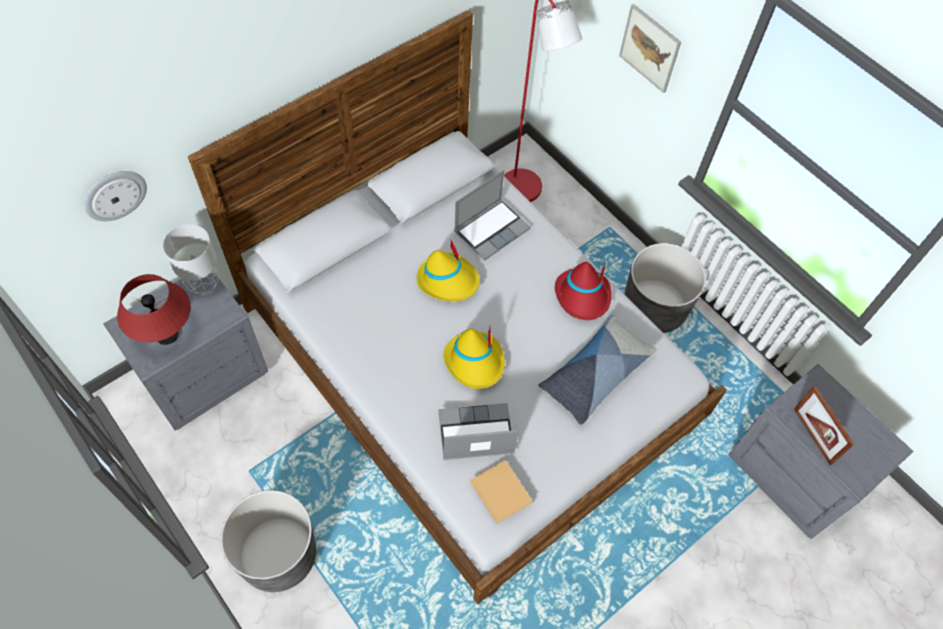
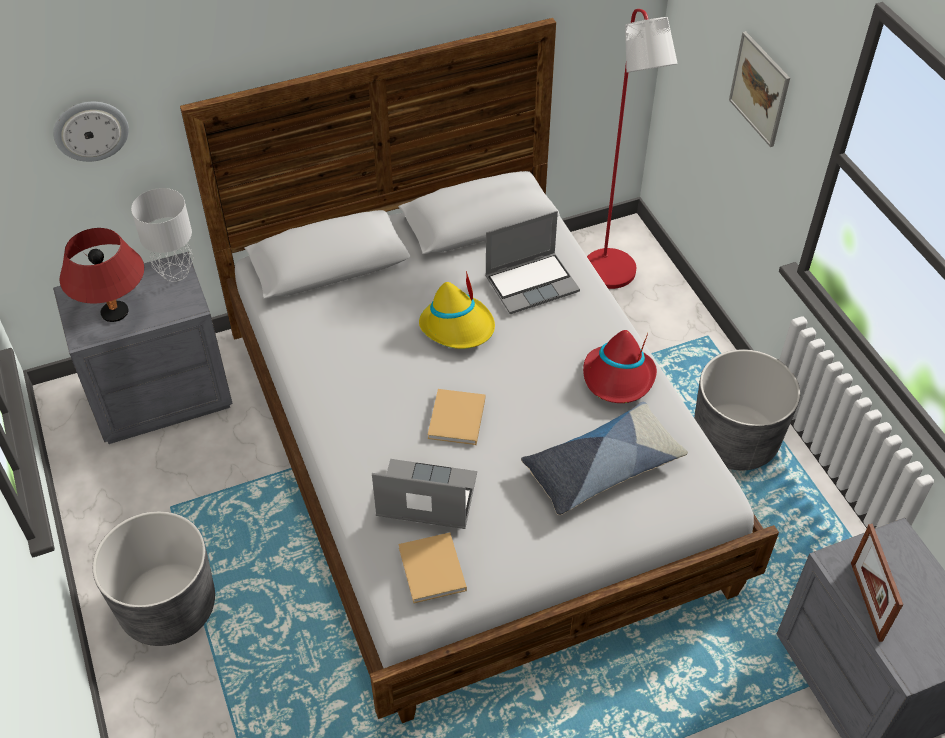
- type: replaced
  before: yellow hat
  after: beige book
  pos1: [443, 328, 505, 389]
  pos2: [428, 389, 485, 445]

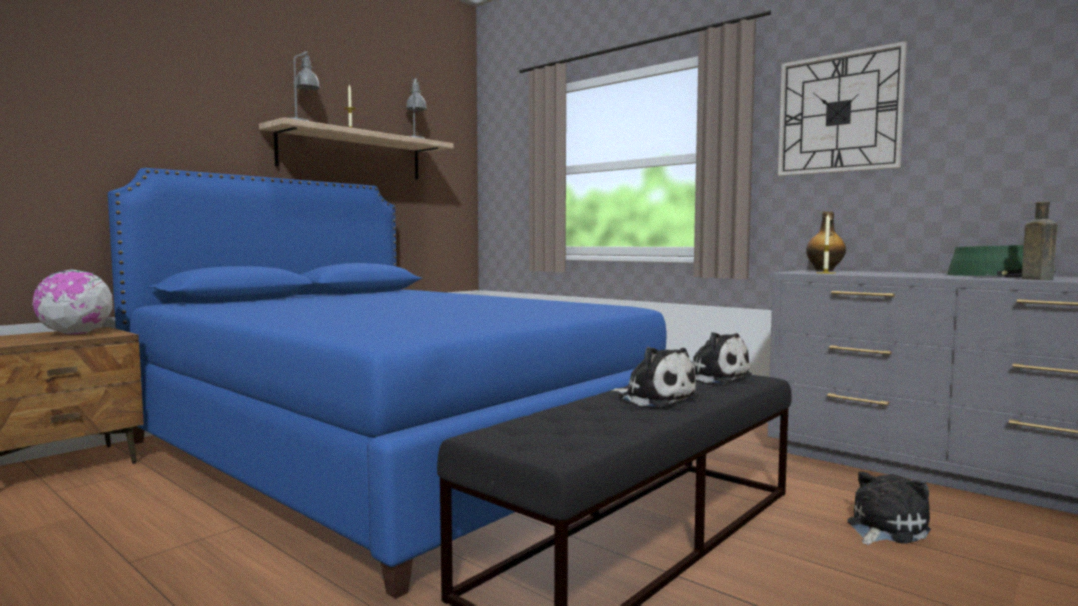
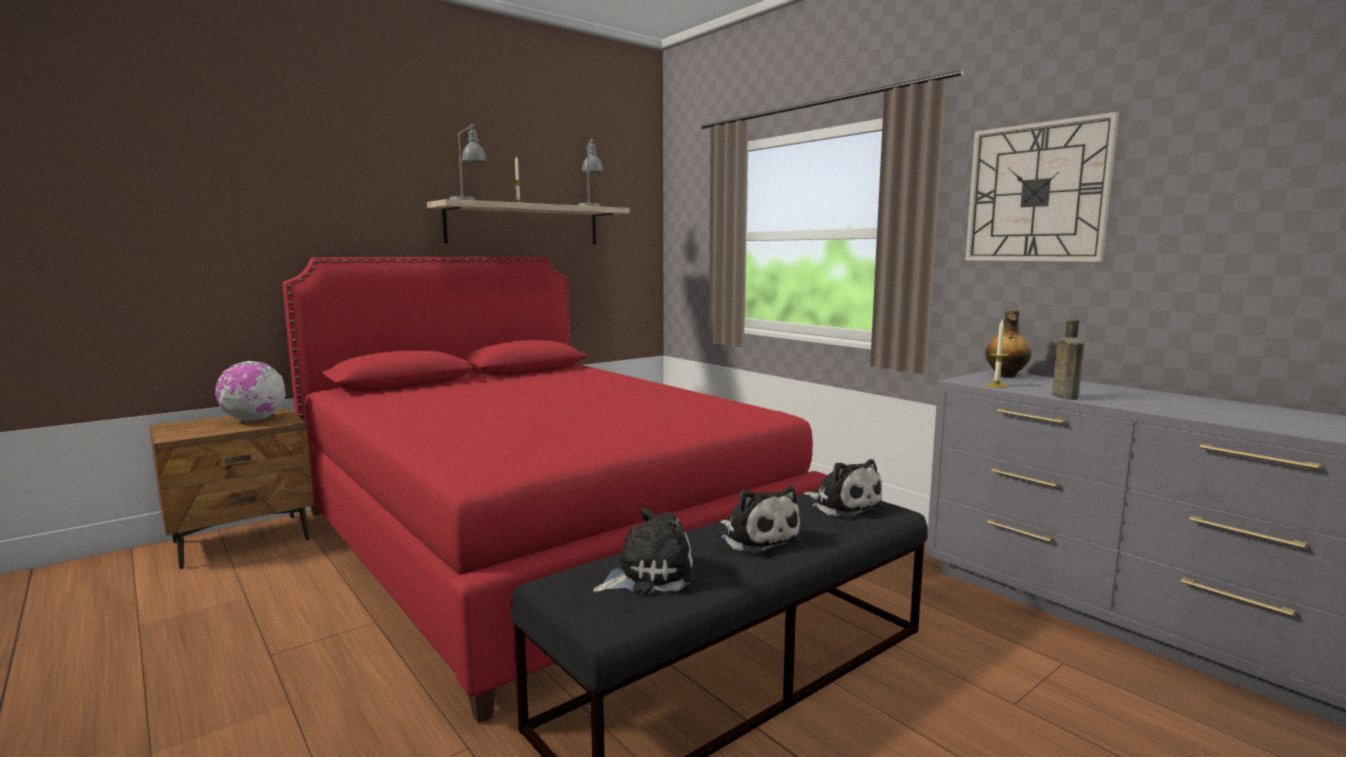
- type: recoloured
  before: blue bed
  after: red bed
  pos1: [108, 168, 667, 599]
  pos2: [282, 257, 828, 723]
- type: moved
  before: plush toy
  pos1: [847, 472, 931, 545]
  pos2: [593, 507, 698, 595]
- type: moved
  before: brown bottle
  pos1: [1022, 202, 1057, 280]
  pos2: [1052, 319, 1084, 400]
- type: removed
  before: green hat
  pos1: [947, 245, 1055, 277]

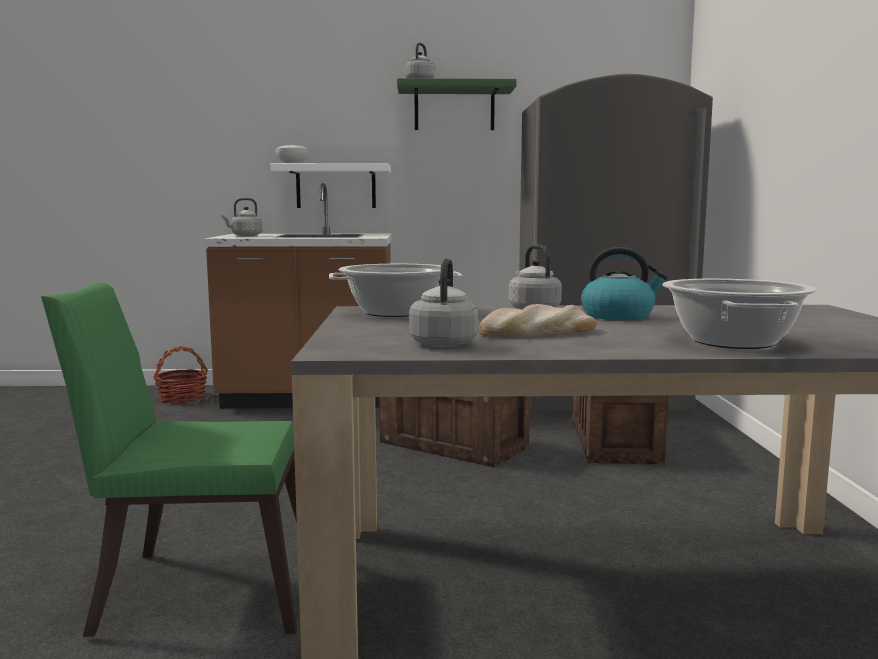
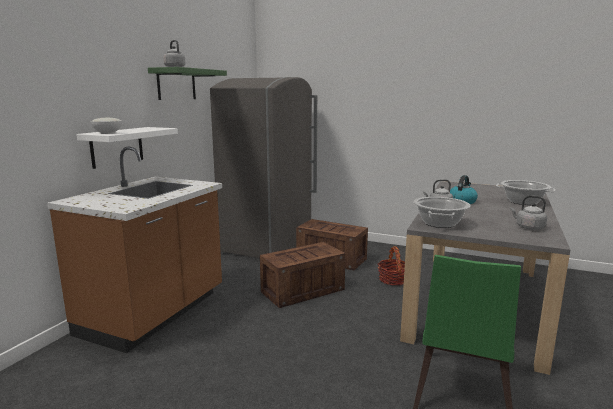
- type: moved
  before: basket
  pos1: [153, 346, 208, 403]
  pos2: [377, 246, 405, 286]
- type: removed
  before: grey kettle
  pos1: [221, 198, 262, 236]
- type: removed
  before: bread
  pos1: [479, 304, 597, 338]

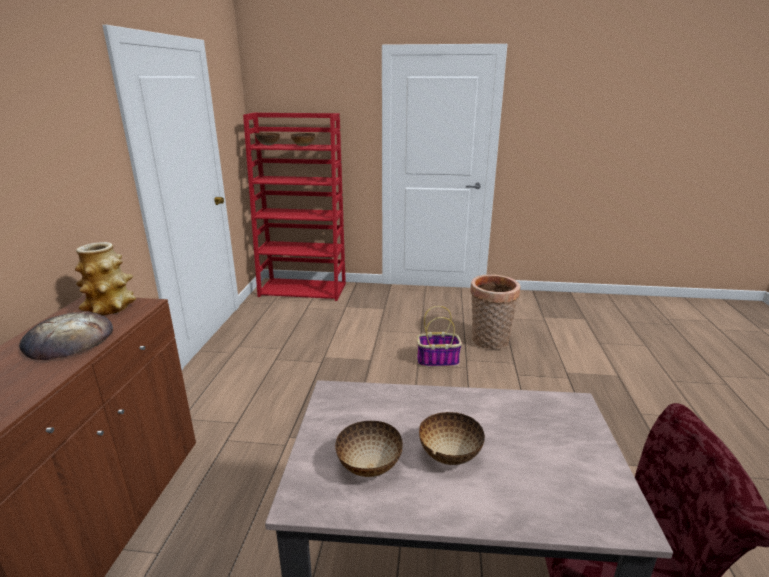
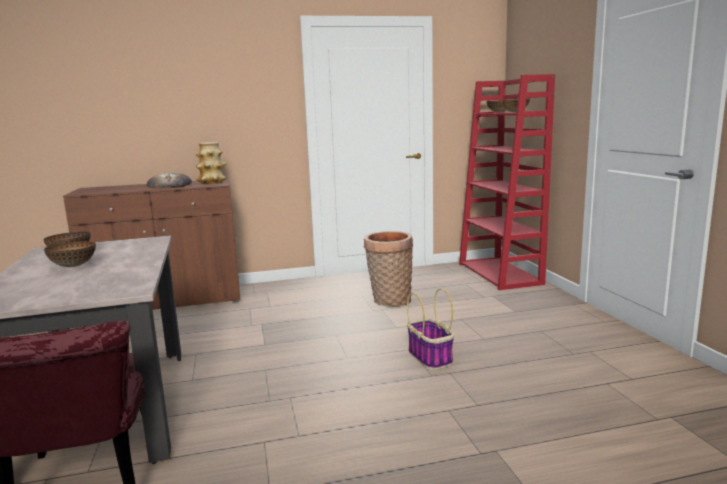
- type: moved
  before: basket
  pos1: [470, 274, 521, 350]
  pos2: [363, 231, 413, 307]

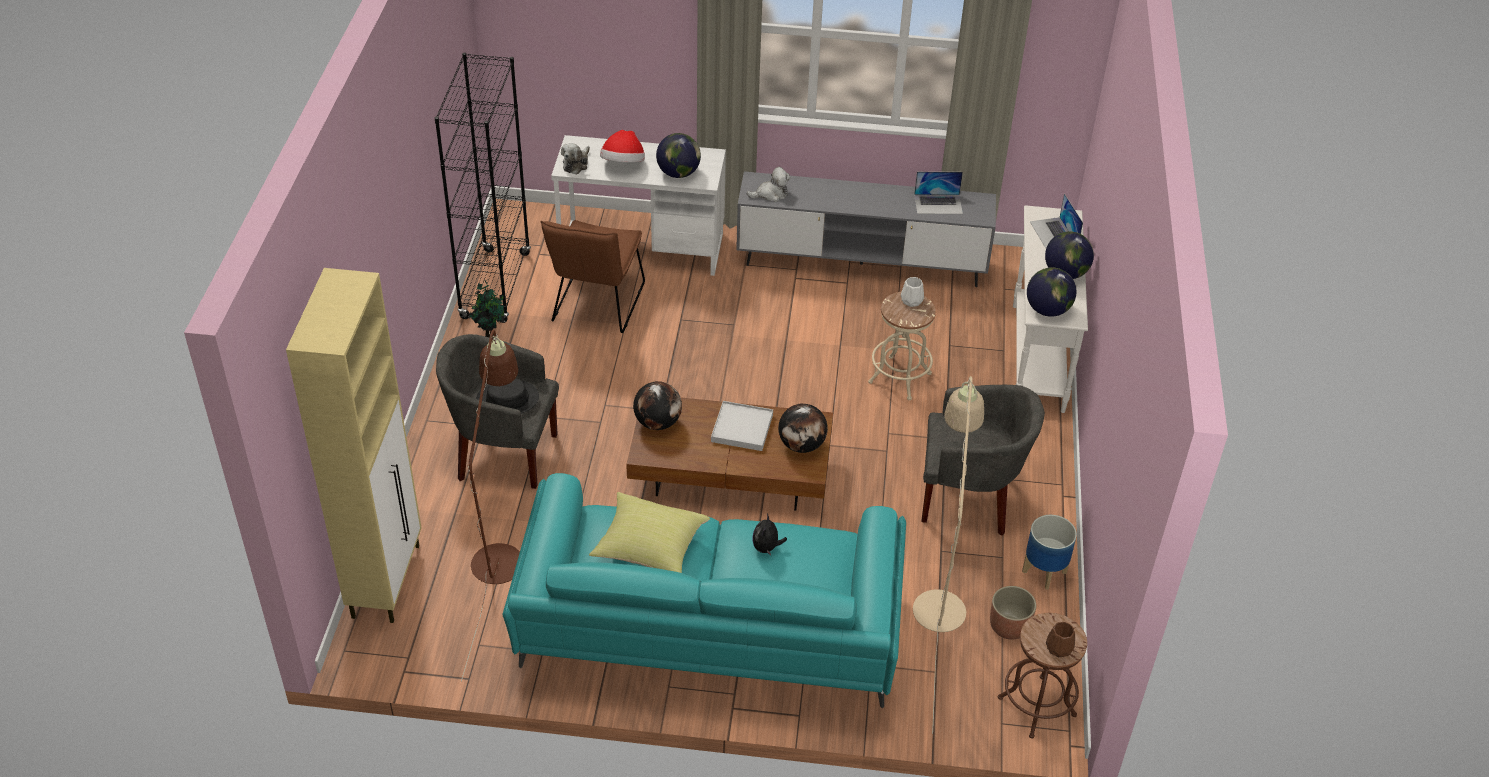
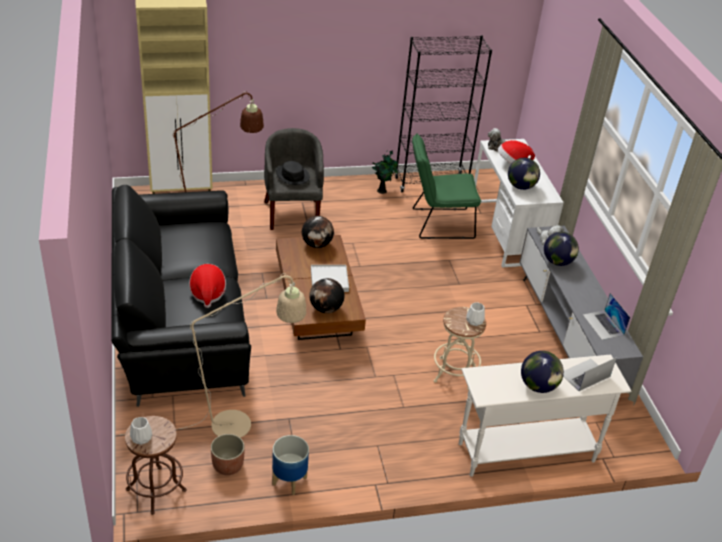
- type: recoloured
  before: turquoise sofa
  after: black sofa
  pos1: [503, 473, 906, 708]
  pos2: [111, 185, 251, 407]
- type: recoloured
  before: brown vase
  after: white vase
  pos1: [1046, 622, 1075, 657]
  pos2: [130, 417, 152, 445]
- type: replaced
  before: plush toy
  after: hat
  pos1: [752, 513, 787, 556]
  pos2: [189, 264, 226, 308]
- type: recoloured
  before: brown chair
  after: green chair
  pos1: [541, 220, 645, 333]
  pos2: [412, 133, 481, 239]
- type: moved
  before: globe
  pos1: [1027, 267, 1076, 317]
  pos2: [544, 232, 579, 266]
- type: removed
  before: yellow pillow
  pos1: [589, 492, 710, 573]
- type: removed
  before: grey armchair
  pos1: [921, 385, 1045, 536]

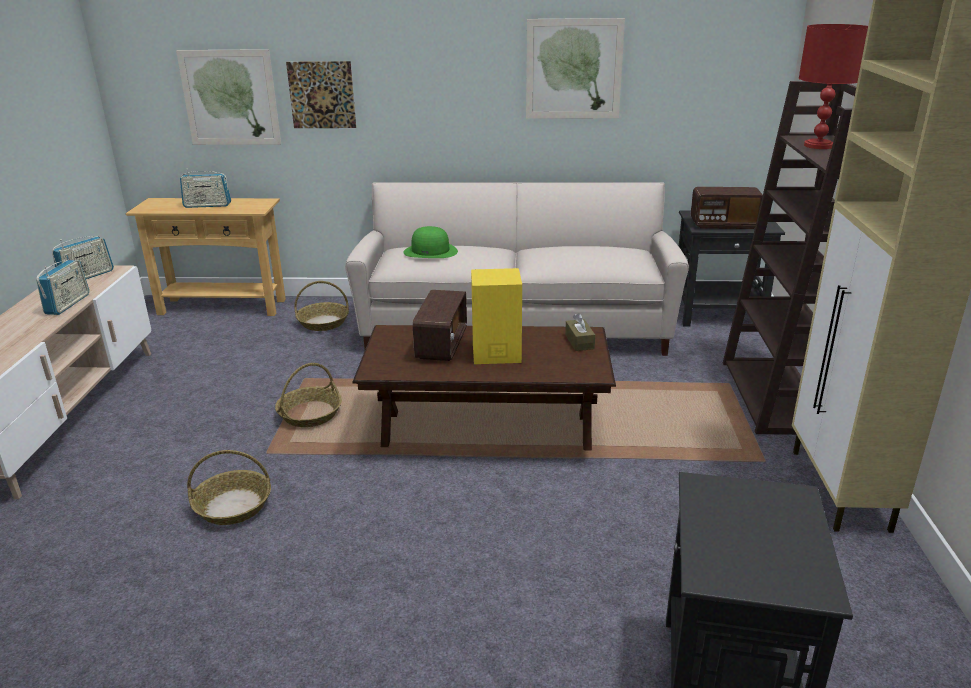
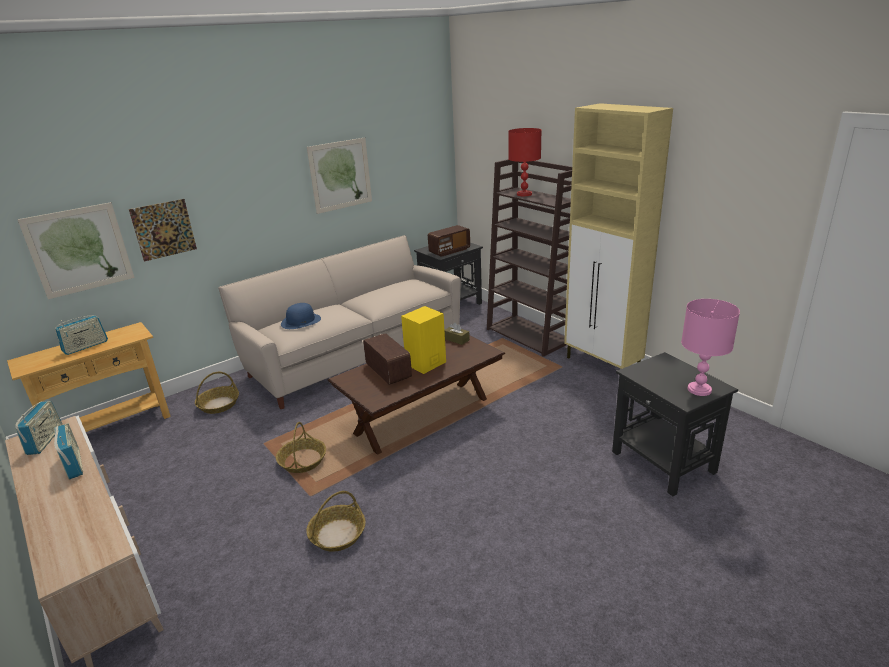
- type: recoloured
  before: green hat
  after: blue hat
  pos1: [403, 226, 458, 258]
  pos2: [281, 303, 321, 329]
- type: added
  after: pink table lamp
  pos2: [681, 299, 740, 396]

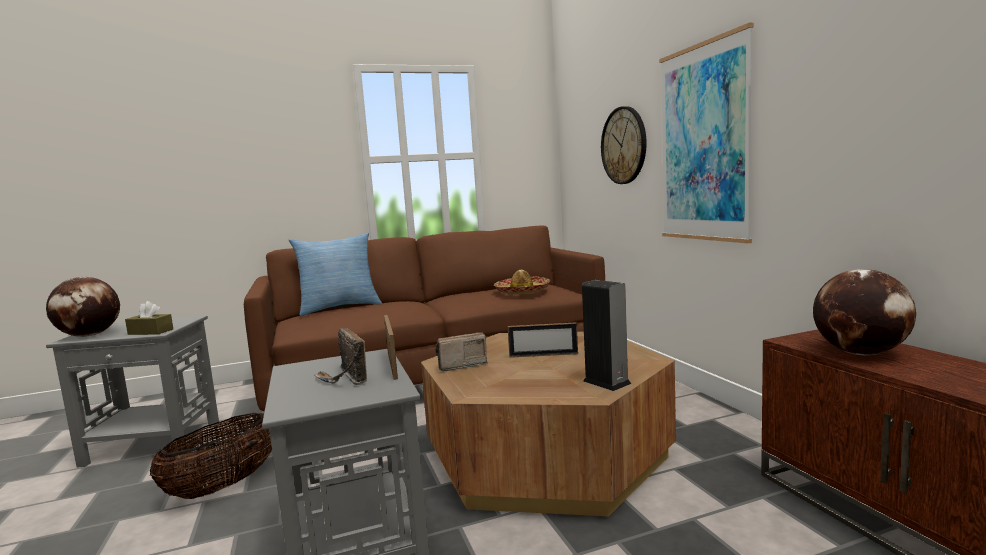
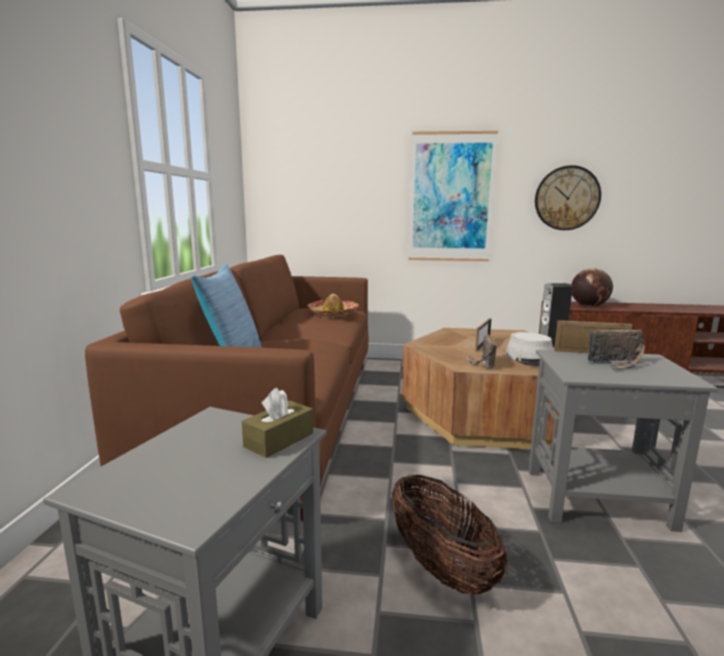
- type: added
  after: grey hat
  pos2: [505, 332, 554, 366]
- type: moved
  before: wall clock
  pos1: [601, 106, 647, 184]
  pos2: [535, 165, 601, 230]
- type: removed
  before: globe
  pos1: [46, 277, 120, 337]

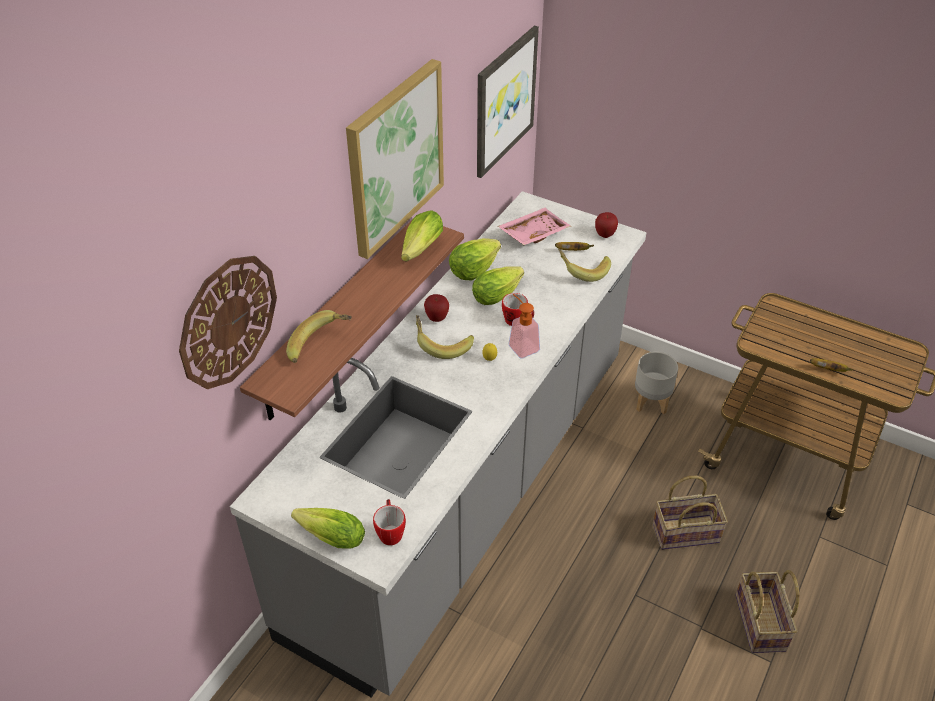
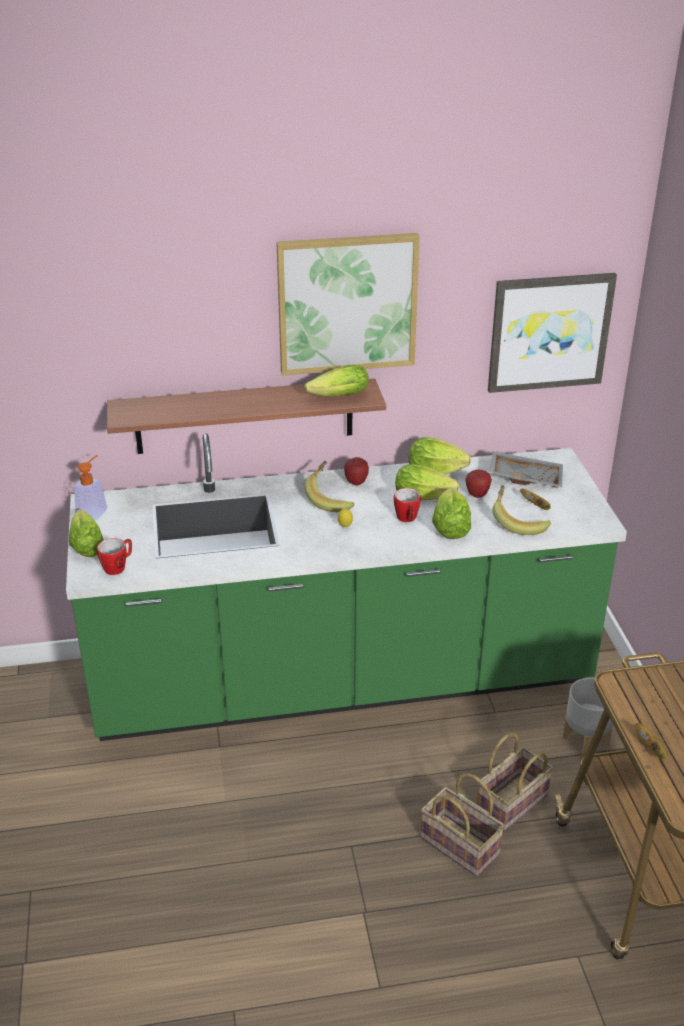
- type: recoloured
  before: grey counter
  after: green counter
  pos1: [230, 191, 647, 698]
  pos2: [66, 433, 627, 741]
- type: moved
  before: soap dispenser
  pos1: [509, 294, 540, 358]
  pos2: [74, 455, 107, 520]
- type: added
  after: lettuce
  pos2: [432, 488, 471, 539]
- type: moved
  before: apple
  pos1: [595, 212, 618, 238]
  pos2: [465, 469, 492, 498]
- type: moved
  before: basket
  pos1: [735, 570, 799, 653]
  pos2: [477, 733, 553, 831]
- type: recoloured
  before: pink tray
  after: grey tray
  pos1: [498, 208, 571, 245]
  pos2: [490, 451, 563, 488]
- type: removed
  before: wall clock
  pos1: [179, 256, 277, 389]
- type: removed
  before: banana
  pos1: [286, 310, 352, 363]

